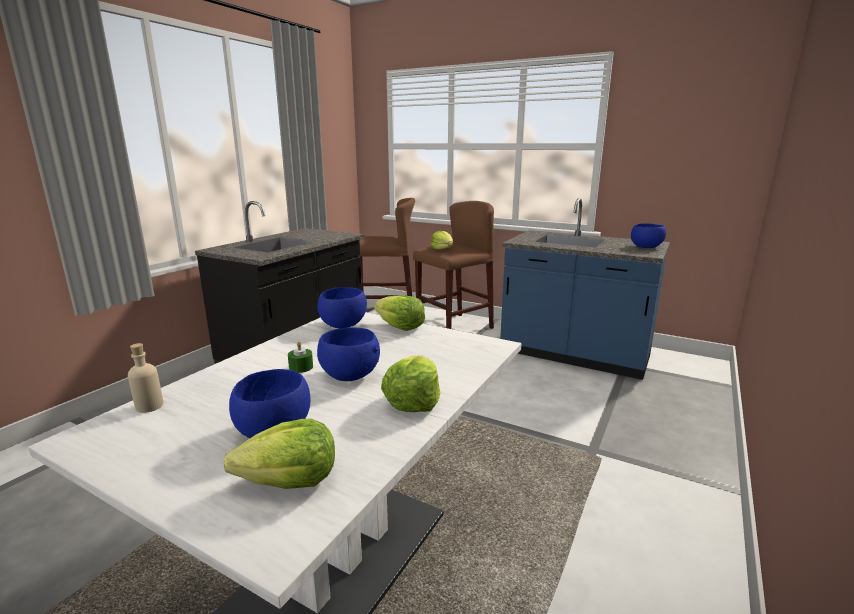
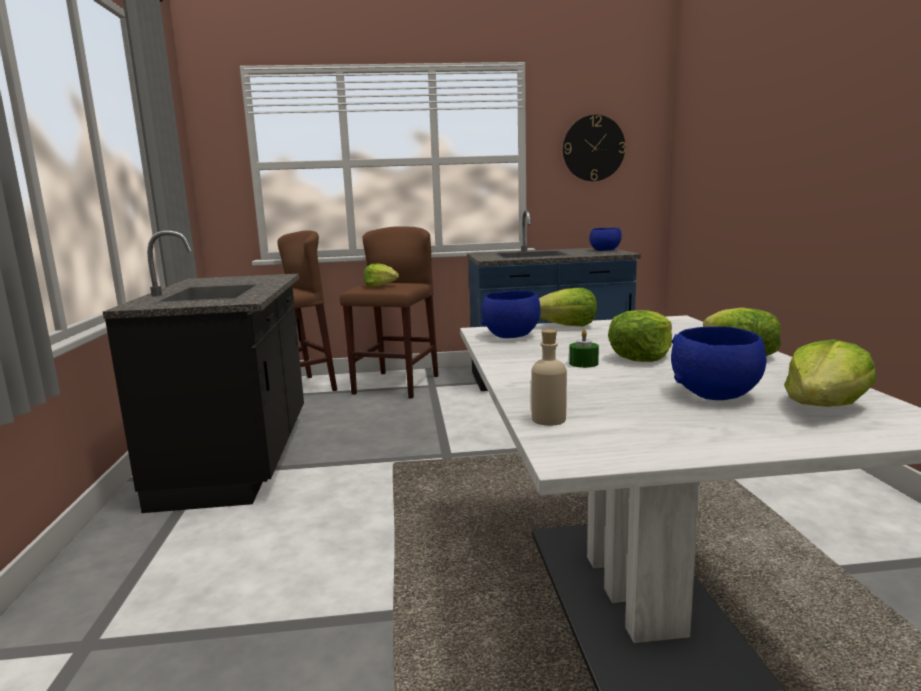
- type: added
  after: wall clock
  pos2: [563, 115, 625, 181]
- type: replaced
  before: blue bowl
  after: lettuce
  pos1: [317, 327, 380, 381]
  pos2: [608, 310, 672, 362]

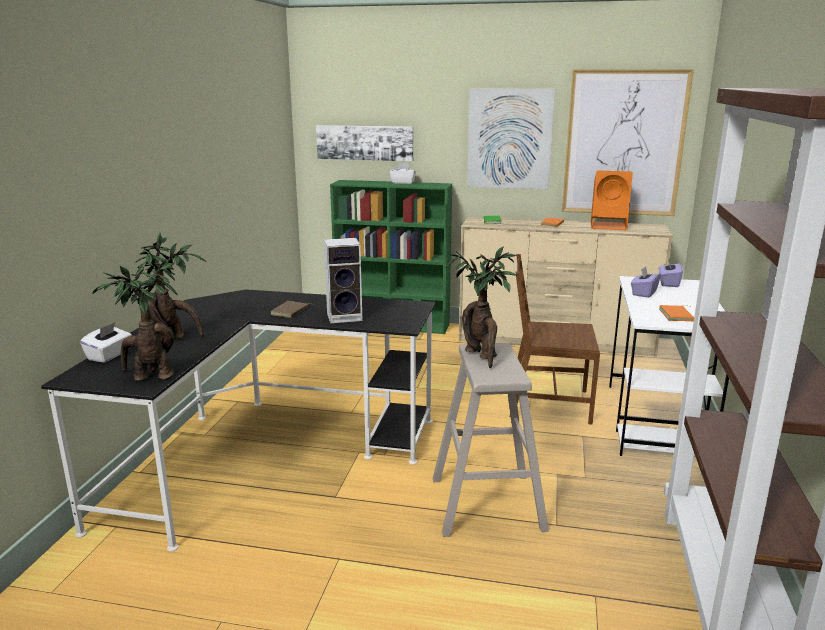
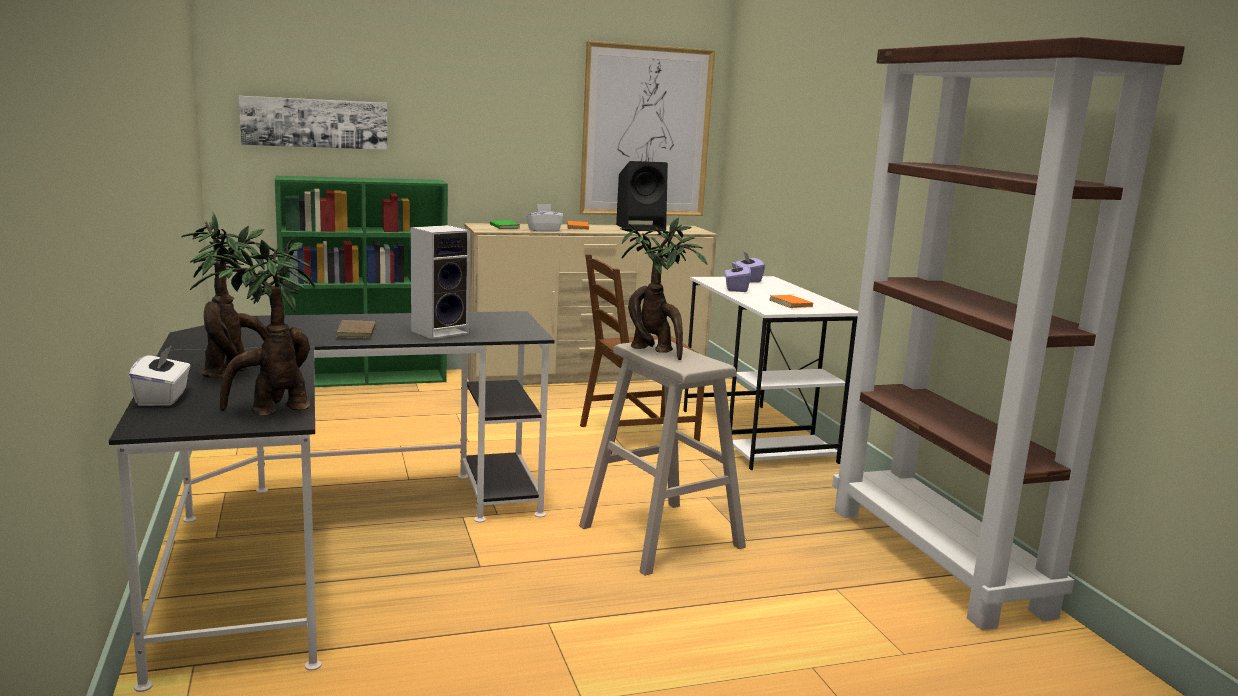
- type: moved
  before: white tissue box
  pos1: [389, 163, 416, 184]
  pos2: [526, 204, 563, 232]
- type: recoloured
  before: orange speaker
  after: black speaker
  pos1: [591, 171, 633, 230]
  pos2: [616, 161, 668, 231]
- type: removed
  before: picture
  pos1: [467, 88, 555, 189]

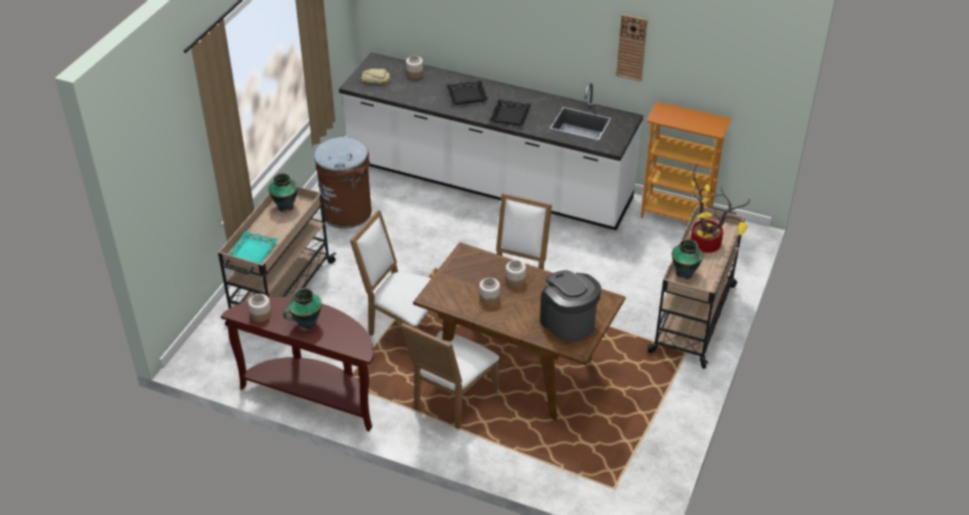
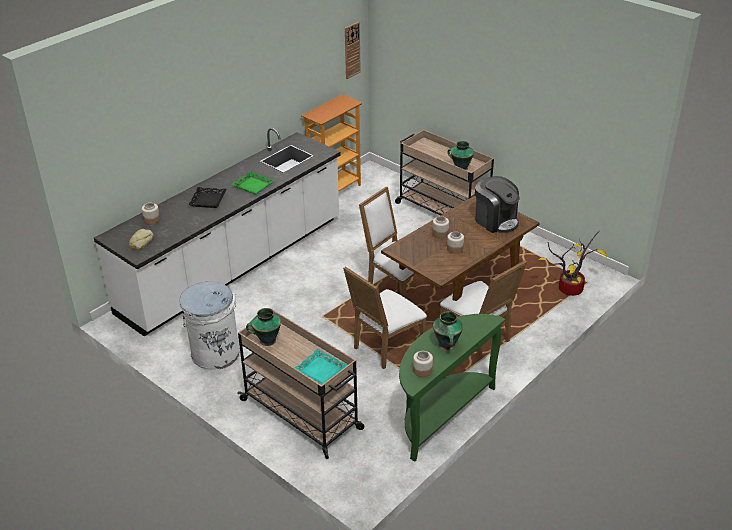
- type: recoloured
  before: brown trash can
  after: white trash can
  pos1: [314, 137, 372, 228]
  pos2: [179, 282, 240, 370]
- type: recoloured
  before: black tray
  after: green tray
  pos1: [490, 100, 531, 126]
  pos2: [231, 171, 275, 195]
- type: moved
  before: wall clock
  pos1: [616, 14, 648, 81]
  pos2: [345, 22, 361, 79]
- type: recoloured
  before: brown console table
  after: green console table
  pos1: [221, 297, 373, 431]
  pos2: [399, 314, 506, 462]
- type: turned
  before: coffee machine
  pos1: [540, 270, 601, 342]
  pos2: [475, 176, 520, 233]
  turn: -120
- type: moved
  before: potted plant
  pos1: [690, 164, 750, 253]
  pos2: [538, 231, 607, 296]

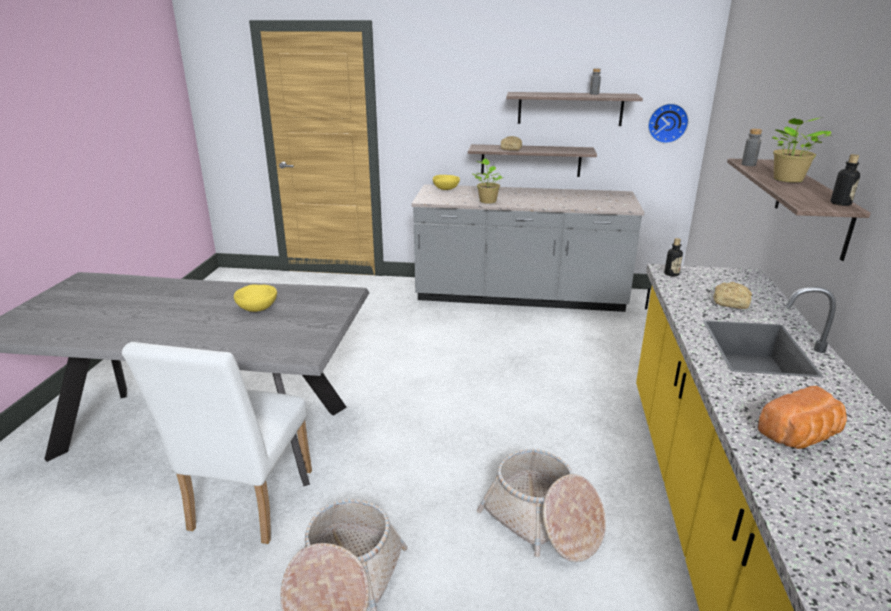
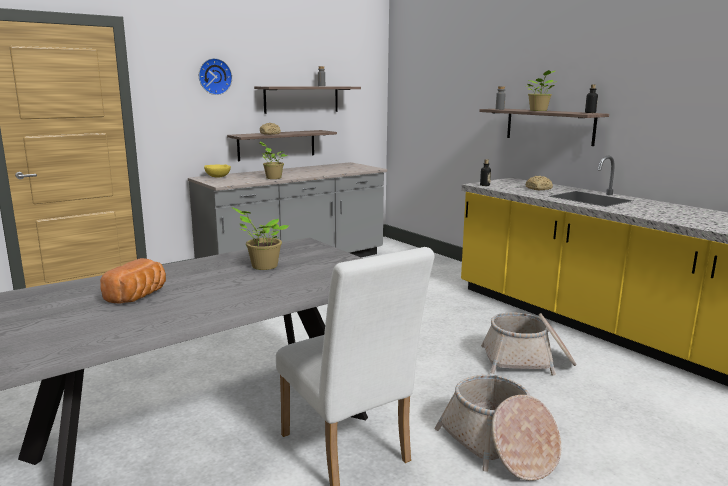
- type: moved
  before: bread
  pos1: [758, 386, 847, 449]
  pos2: [100, 258, 166, 303]
- type: moved
  before: wall clock
  pos1: [648, 103, 689, 143]
  pos2: [199, 58, 232, 95]
- type: replaced
  before: yellow bowl
  after: potted plant
  pos1: [234, 285, 277, 312]
  pos2: [232, 207, 289, 270]

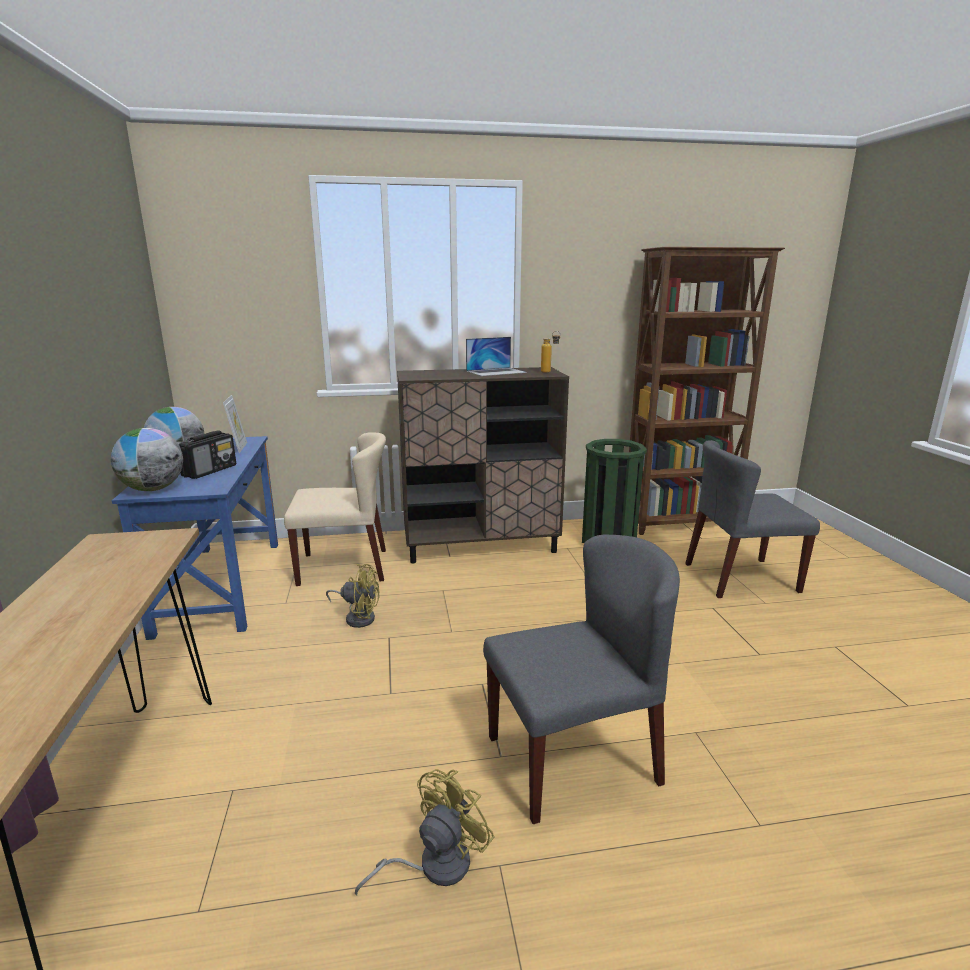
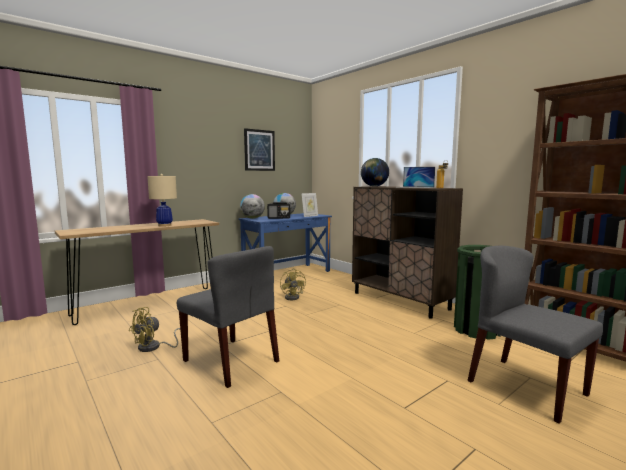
- type: turned
  before: yellow fan
  pos1: [355, 769, 494, 895]
  pos2: [129, 307, 180, 352]
  turn: 120
- type: added
  after: beige table lamp
  pos2: [147, 174, 177, 227]
- type: added
  after: picture
  pos2: [244, 128, 275, 171]
- type: added
  after: globe
  pos2: [361, 158, 389, 186]
- type: removed
  before: beige chair
  pos1: [284, 433, 386, 586]

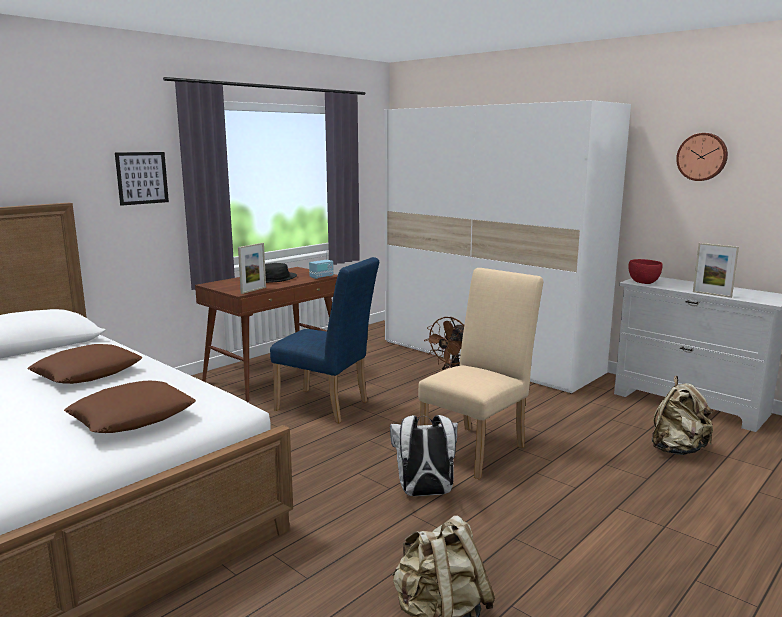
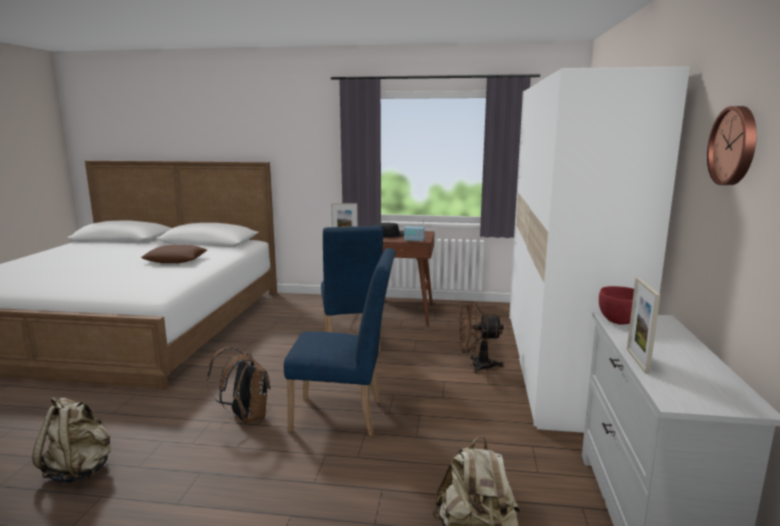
- type: recoloured
  before: white backpack
  after: brown backpack
  pos1: [390, 415, 458, 496]
  pos2: [207, 347, 271, 423]
- type: recoloured
  before: beige chair
  after: blue chair
  pos1: [418, 268, 543, 479]
  pos2: [284, 248, 396, 436]
- type: removed
  before: brown pillow
  pos1: [64, 381, 196, 433]
- type: removed
  before: picture
  pos1: [115, 152, 169, 206]

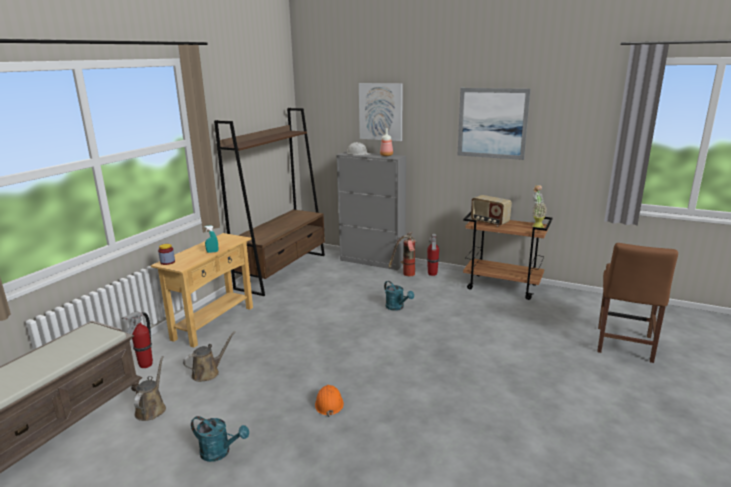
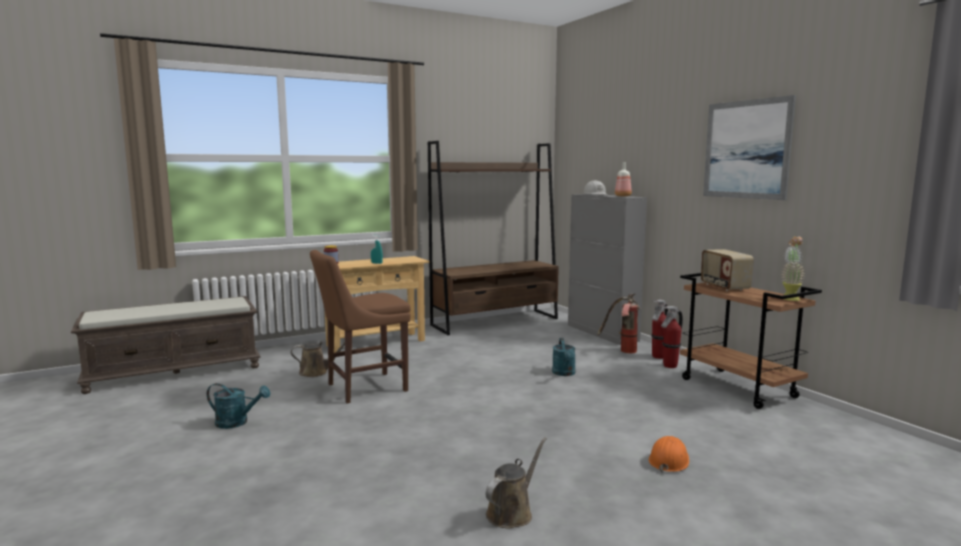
- type: turned
  before: turquoise watering can
  pos1: [191, 416, 249, 462]
  pos2: [207, 383, 270, 429]
  turn: -45
- type: moved
  before: brown chair
  pos1: [597, 243, 678, 363]
  pos2: [310, 250, 411, 404]
- type: moved
  before: brown watering can
  pos1: [134, 356, 166, 421]
  pos2: [486, 437, 547, 529]
- type: moved
  before: orange hard hat
  pos1: [315, 385, 344, 417]
  pos2: [649, 436, 689, 473]
- type: moved
  before: fire extinguisher
  pos1: [122, 312, 153, 368]
  pos2: [661, 306, 683, 368]
- type: removed
  before: picture
  pos1: [359, 83, 403, 141]

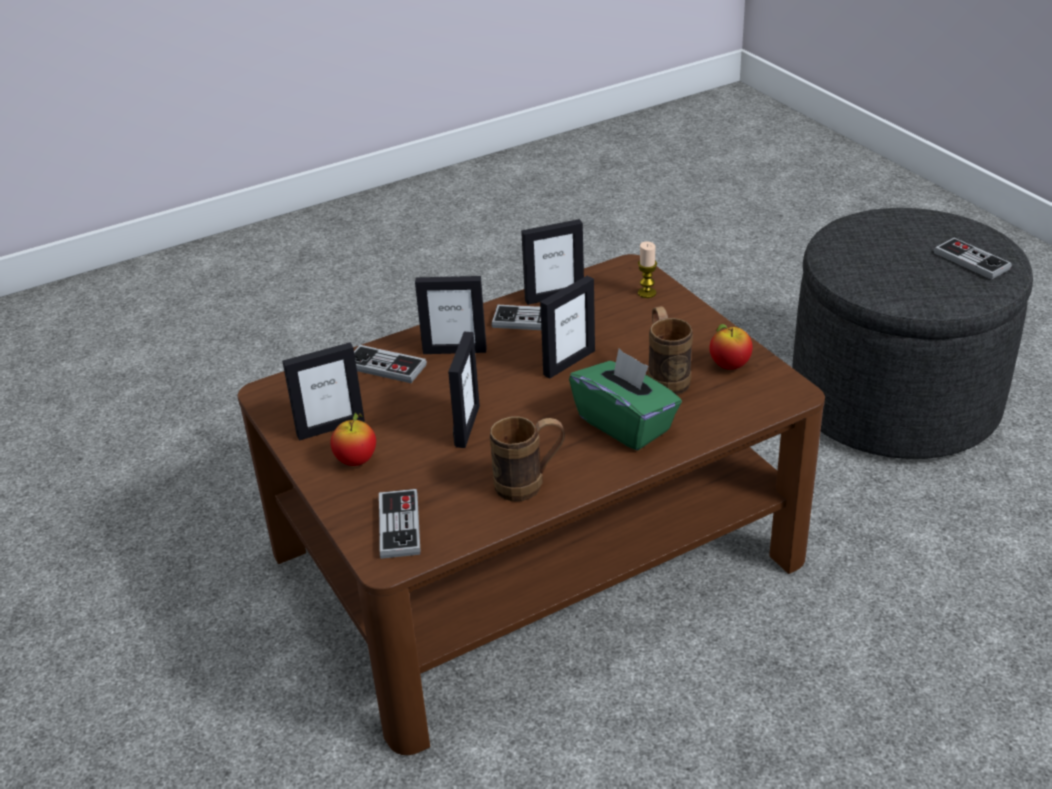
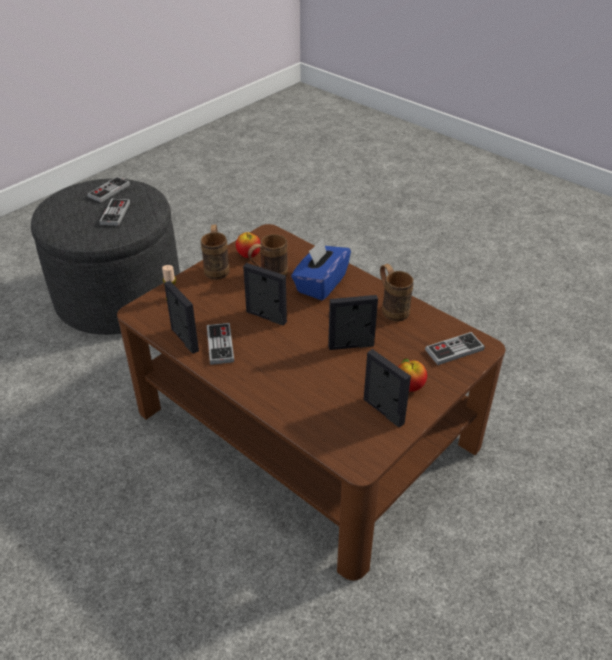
- type: moved
  before: game controller
  pos1: [354, 345, 427, 383]
  pos2: [99, 198, 130, 226]
- type: added
  after: brown mug
  pos2: [201, 224, 230, 280]
- type: recoloured
  before: green tissue box
  after: blue tissue box
  pos1: [569, 348, 682, 450]
  pos2: [291, 239, 351, 300]
- type: removed
  before: picture frame
  pos1: [415, 276, 487, 354]

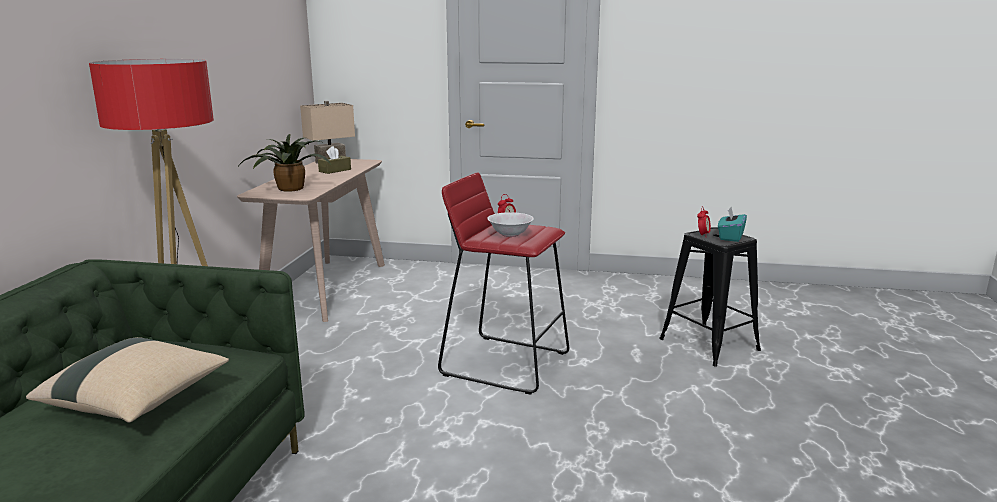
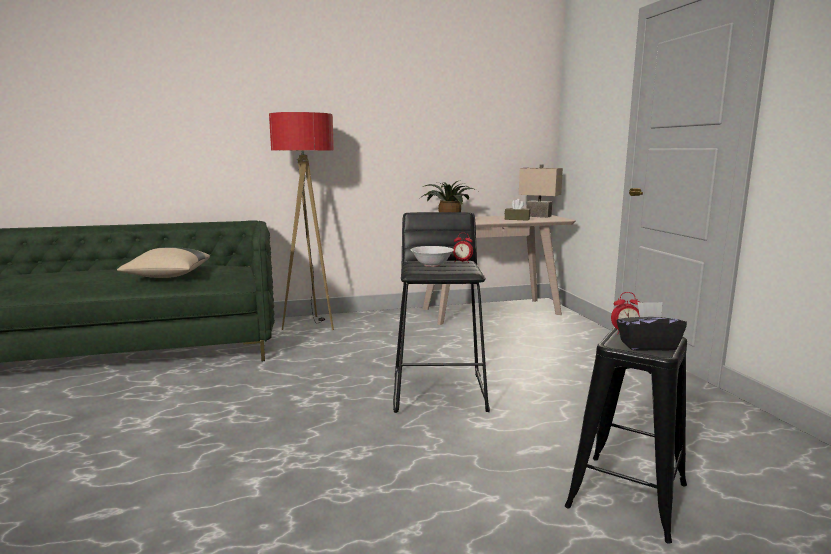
- type: recoloured
  before: red stool
  after: black stool
  pos1: [438, 172, 569, 394]
  pos2: [393, 212, 490, 413]
- type: recoloured
  before: turquoise tissue box
  after: black tissue box
  pos1: [718, 207, 747, 242]
  pos2: [617, 302, 687, 351]

